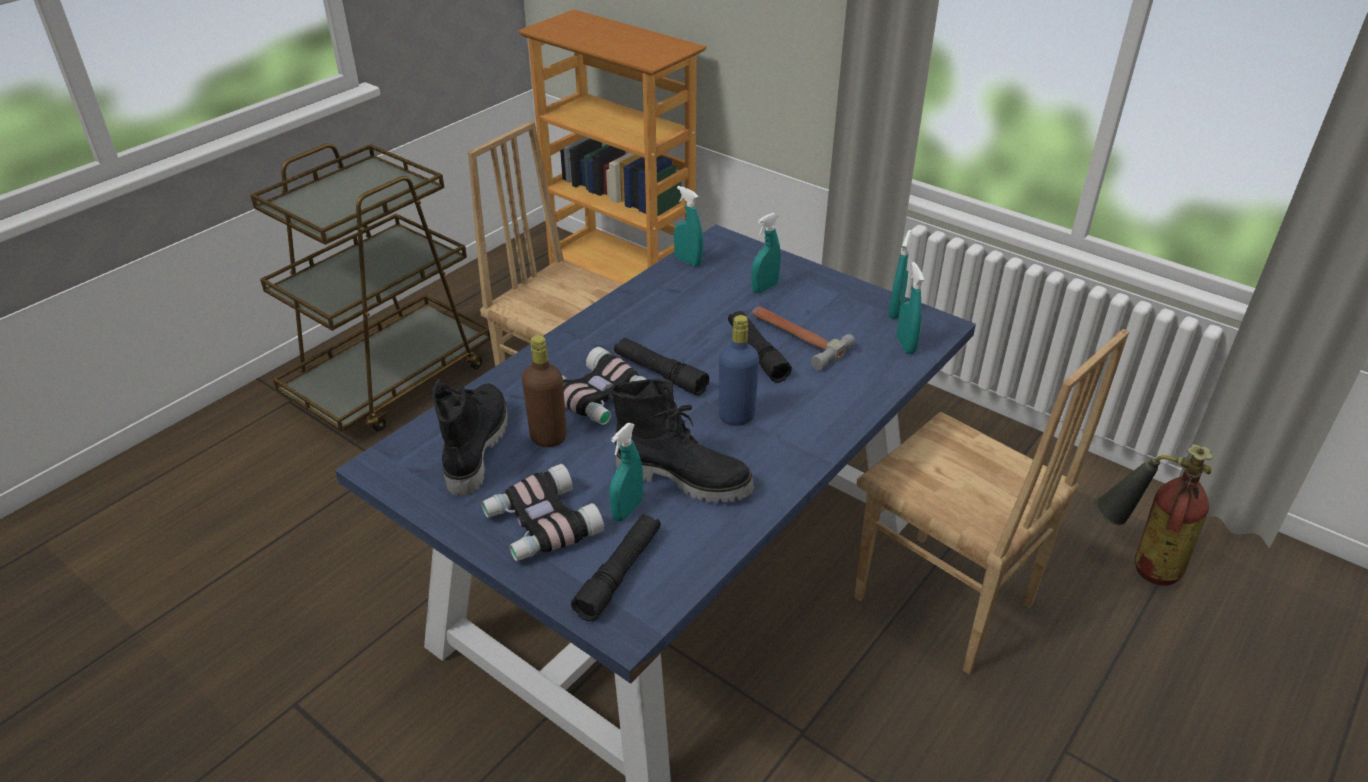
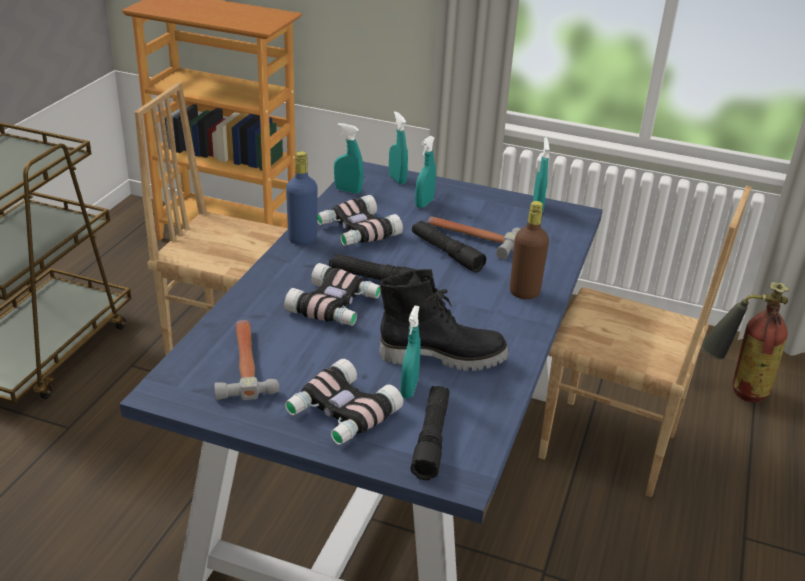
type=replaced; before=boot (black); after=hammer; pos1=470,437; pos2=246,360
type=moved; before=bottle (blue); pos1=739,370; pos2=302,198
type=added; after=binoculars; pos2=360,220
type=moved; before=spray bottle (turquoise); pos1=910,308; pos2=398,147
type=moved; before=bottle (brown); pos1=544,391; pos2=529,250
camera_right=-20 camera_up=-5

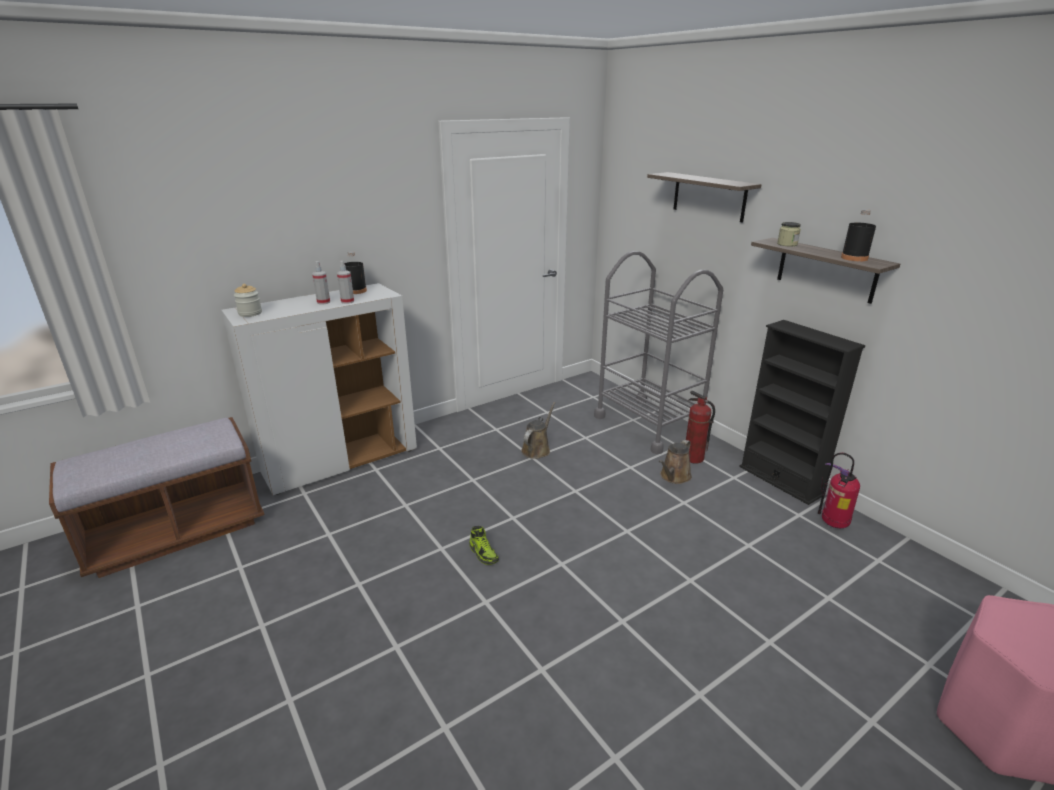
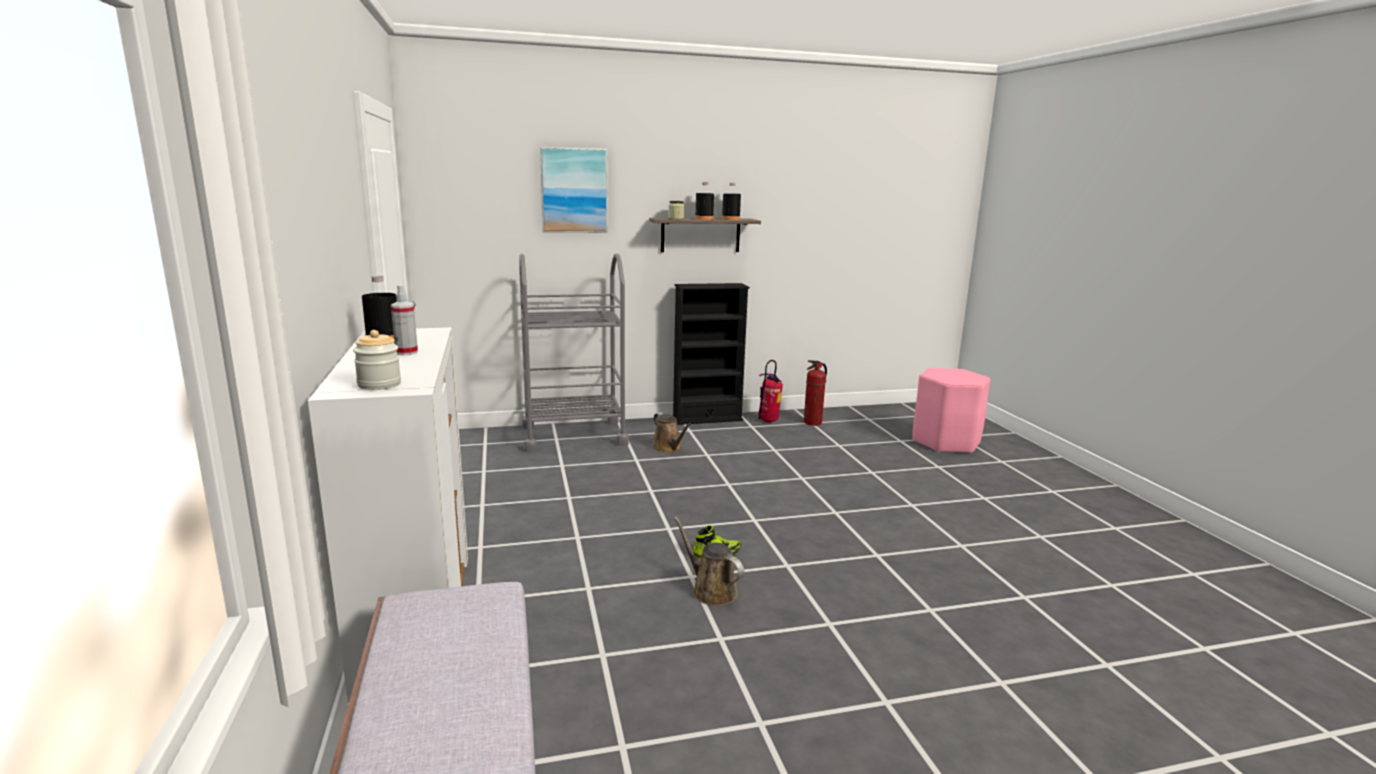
type=replaced; before=shelf; after=picture; pos1=704,197; pos2=574,190
type=moved; before=watering can (brown); pos1=538,430; pos2=709,561
type=added; after=bottle (black); pos2=704,201
type=moved; before=fire extinguisher; pos1=700,427; pos2=815,393
type=removed; before=spray bottle; pos1=345,282
camera_right=-70 camera_up=-10

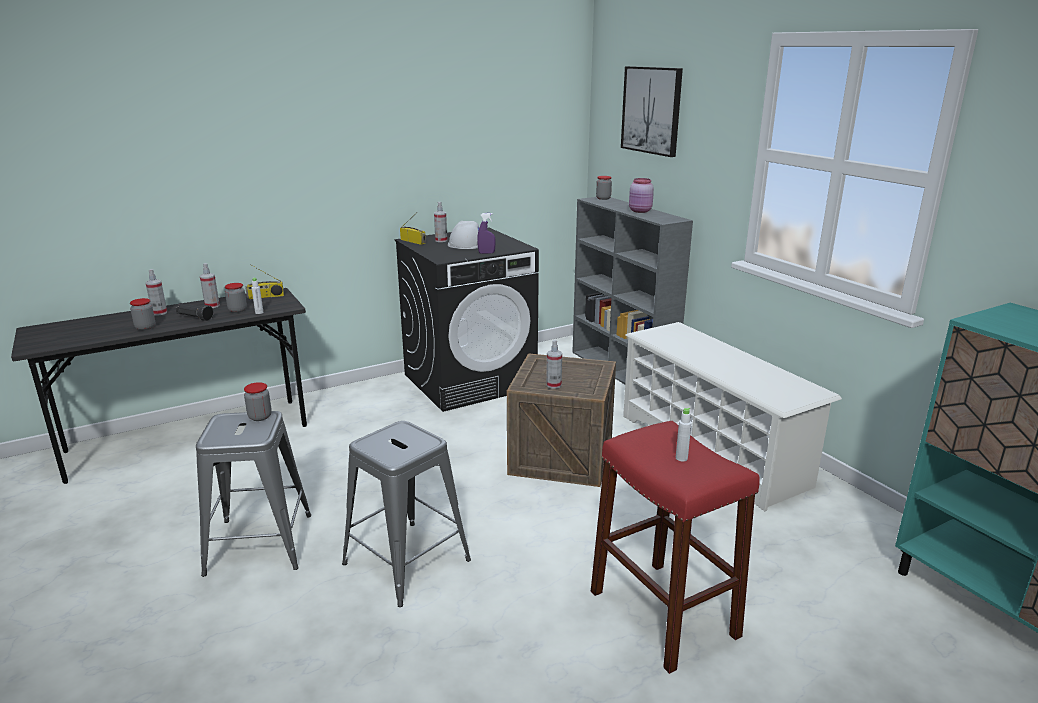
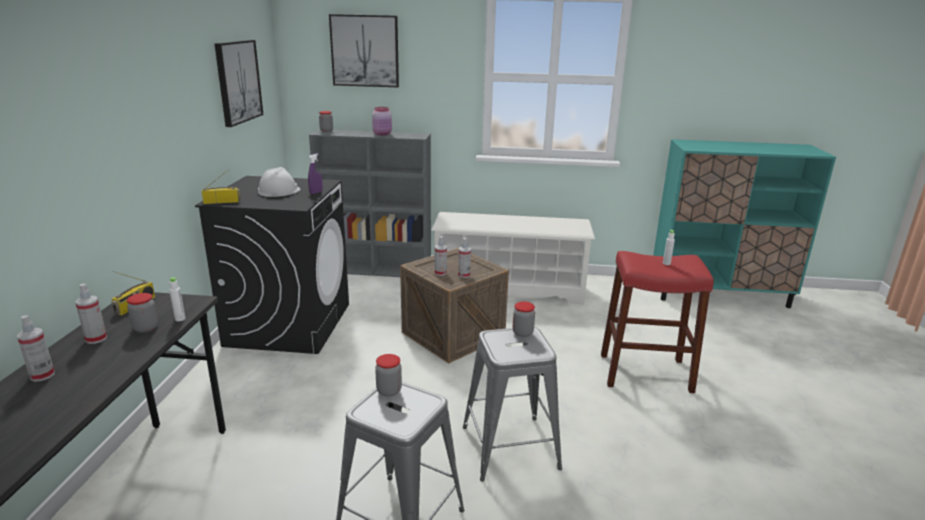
type=added; after=picture; pos2=238,83
type=moved; before=spray bottle; pos1=440,222; pos2=441,256
type=moved; before=jar; pos1=142,314; pos2=524,319
type=removed; before=flashlight (black); pos1=195,312
camera_right=-55 camera_up=0

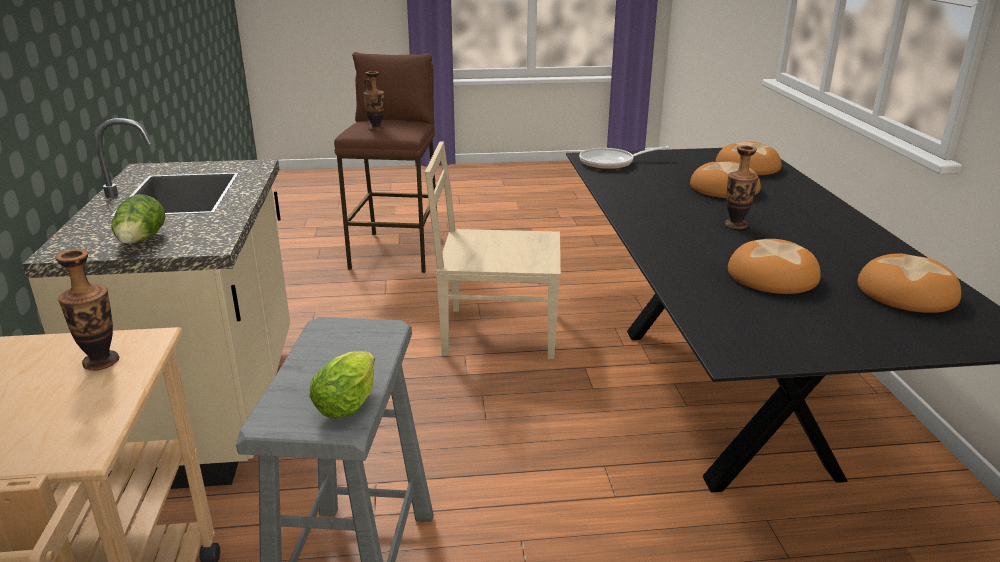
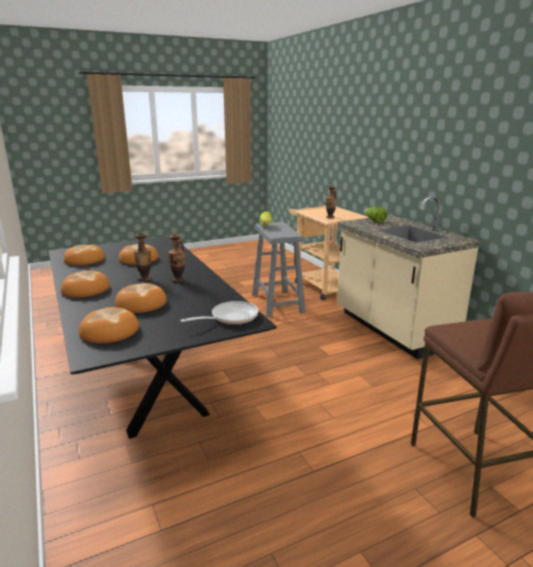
type=added; after=bread; pos2=85,283
type=moved; before=vase; pos1=373,101; pos2=176,258
type=removed; before=chair (beige); pos1=493,250
camera_right=160 camera_up=-5

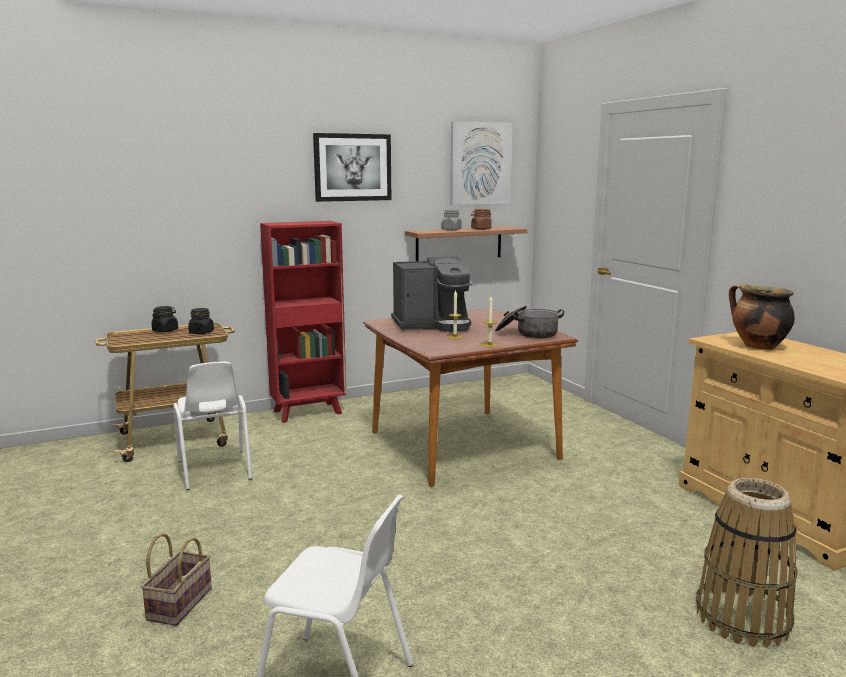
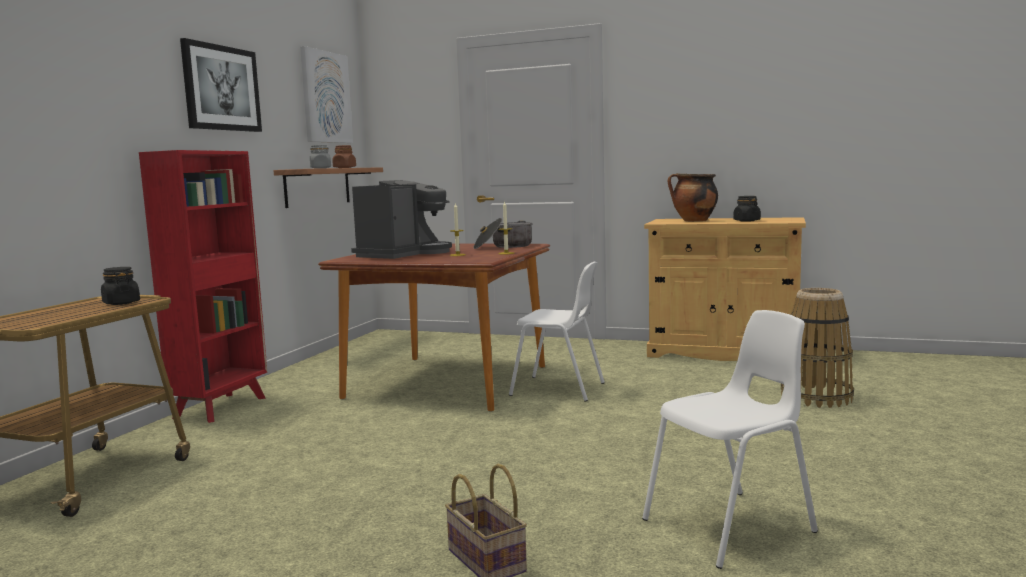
type=moved; before=chair (white); pos1=212,426; pos2=557,332
type=moved; before=jar (black); pos1=164,319; pos2=747,209
camera_right=-45 camera_up=-5

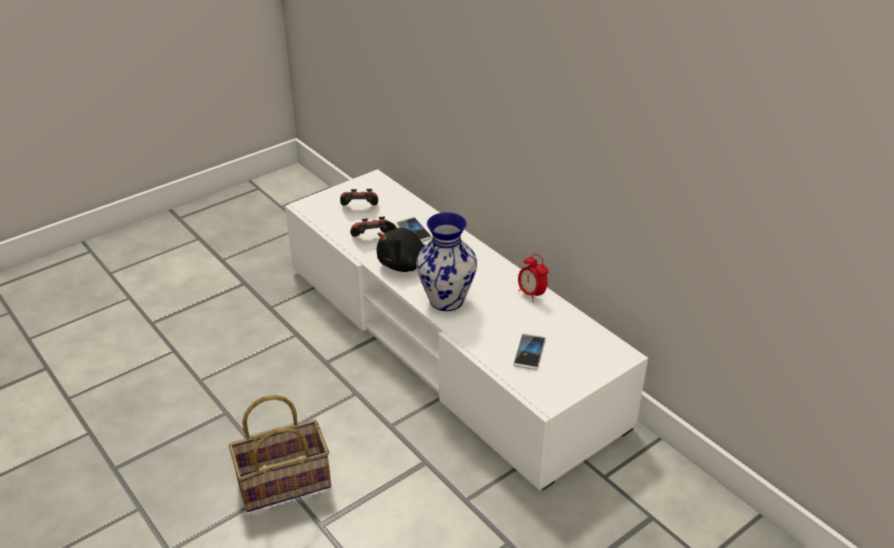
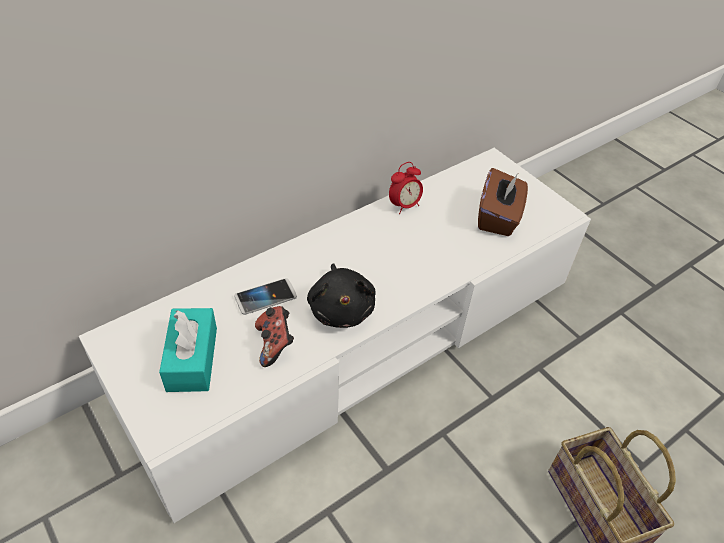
type=replaced; before=game controller; after=tissue box (turquoise); pos1=359,197; pos2=188,350
type=replaced; before=phone; after=tissue box (brown); pos1=529,351; pos2=503,202
type=removed; before=vase; pos1=446,261
camera_right=-90 camera_up=10

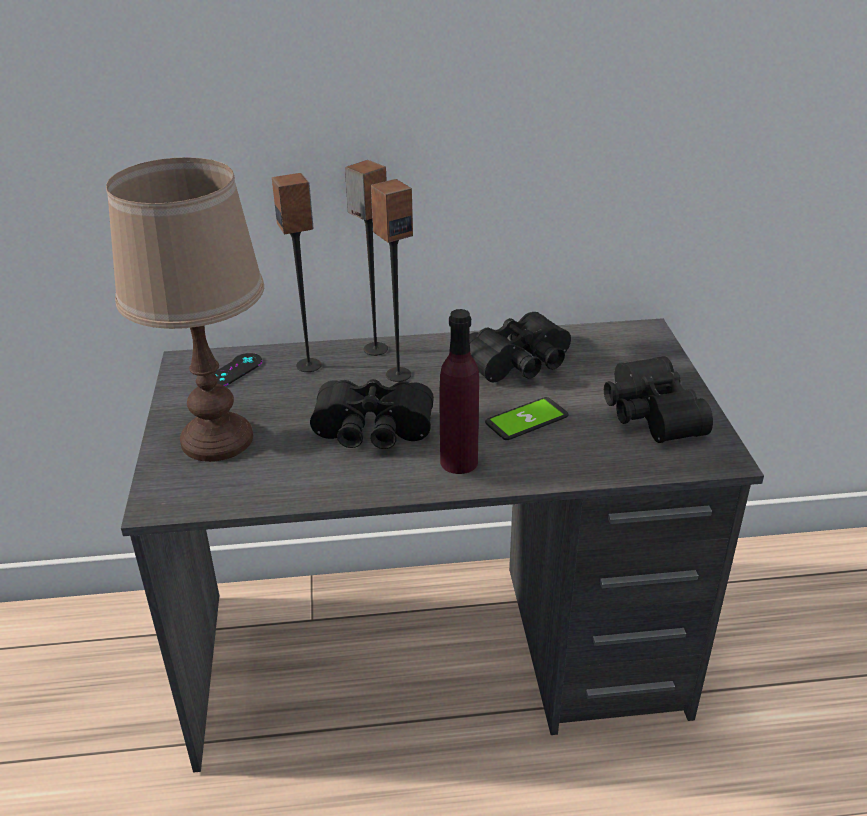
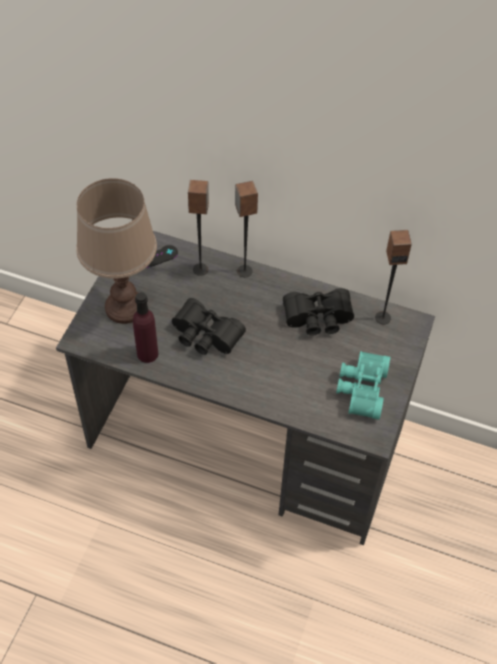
type=moved; before=bottle (purple); pos1=459,391; pos2=145,327
type=recoloured; before=binoculars (black); after=binoculars (turquoise); pos1=658,399; pos2=363,385
type=moved; before=speaker; pos1=392,280; pos2=393,277
type=removed; before=phone; pos1=526,418
camera_right=25 camera_up=20

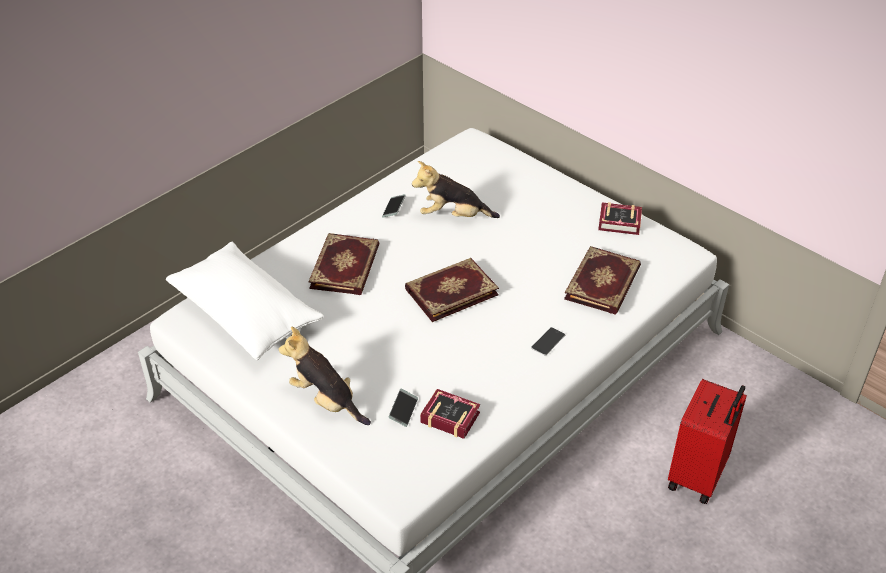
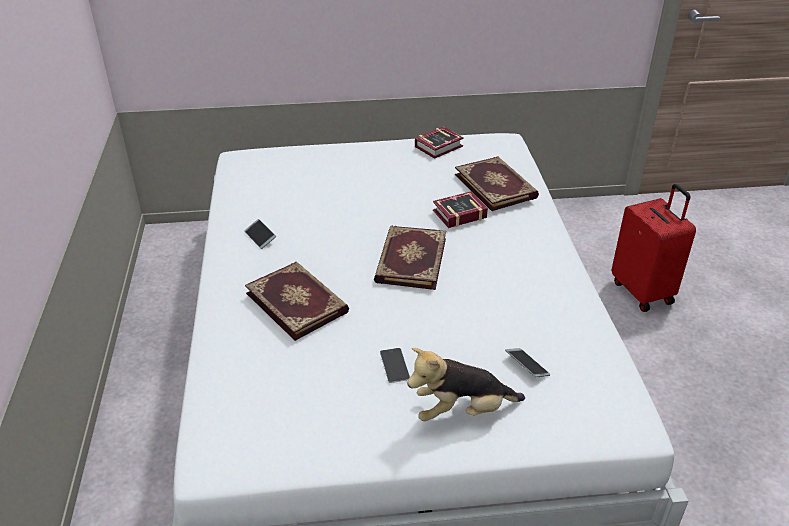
type=moved; before=phone; pos1=548,341; pos2=395,365
type=moved; before=book; pos1=450,414; pos2=460,210
type=removed; before=pillow (white); pos1=245,301
type=removed; before=plush toy; pos1=456,189
camera_right=-50 camera_up=-5

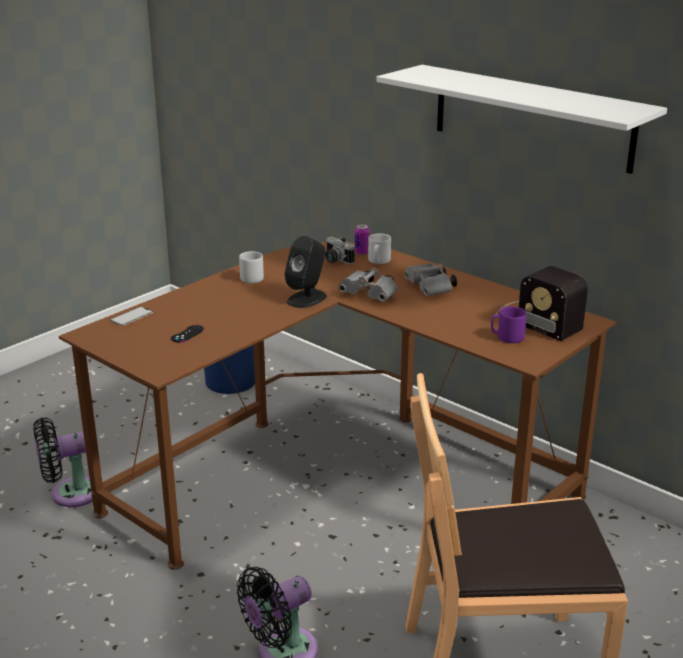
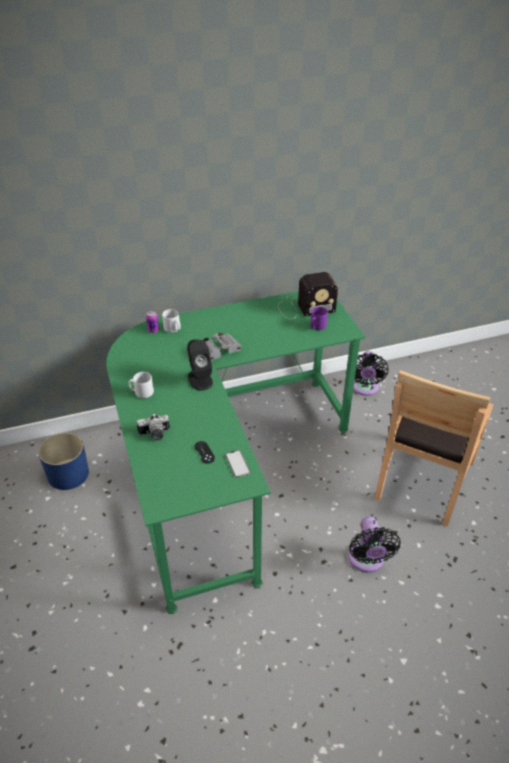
type=recoloured; before=desk (brown); after=desk (green); pos1=337,406; pos2=235,452
type=moved; before=photo camera; pos1=339,250; pos2=153,427
type=moved; before=phone; pos1=131,316; pos2=238,464
type=moved; before=fan (black); pos1=63,462; pos2=370,373
type=removed; before=shelf (white); pos1=522,119
type=removed; before=binoculars (grey); pos1=430,279
camera_right=-60 camera_up=15

